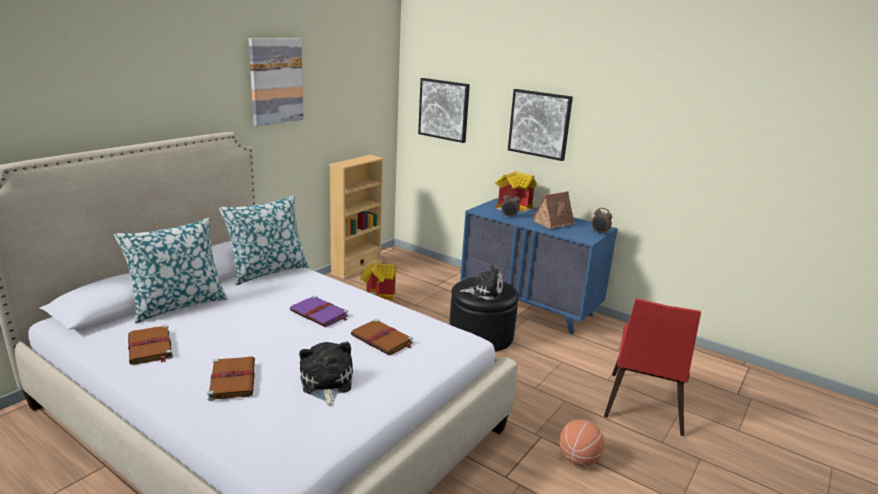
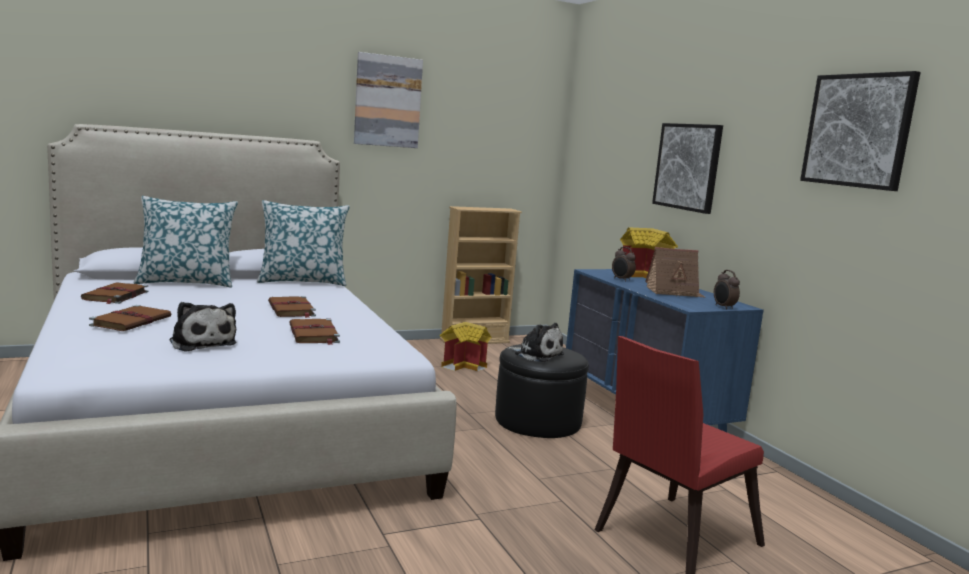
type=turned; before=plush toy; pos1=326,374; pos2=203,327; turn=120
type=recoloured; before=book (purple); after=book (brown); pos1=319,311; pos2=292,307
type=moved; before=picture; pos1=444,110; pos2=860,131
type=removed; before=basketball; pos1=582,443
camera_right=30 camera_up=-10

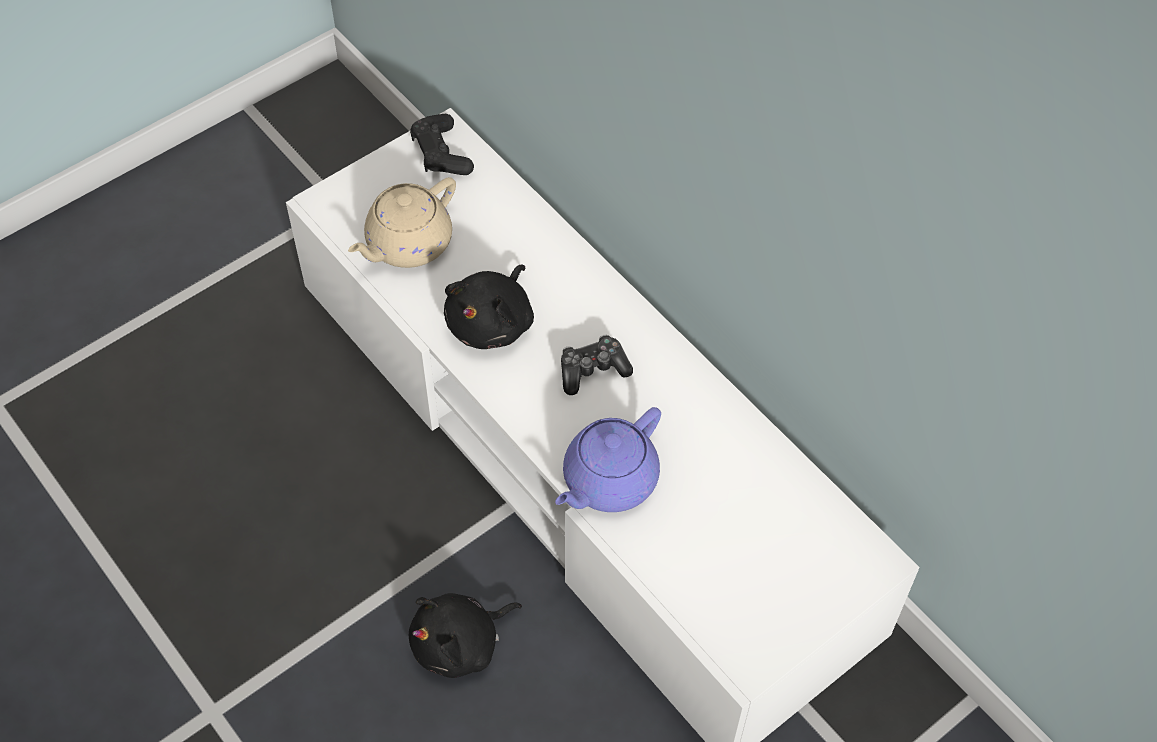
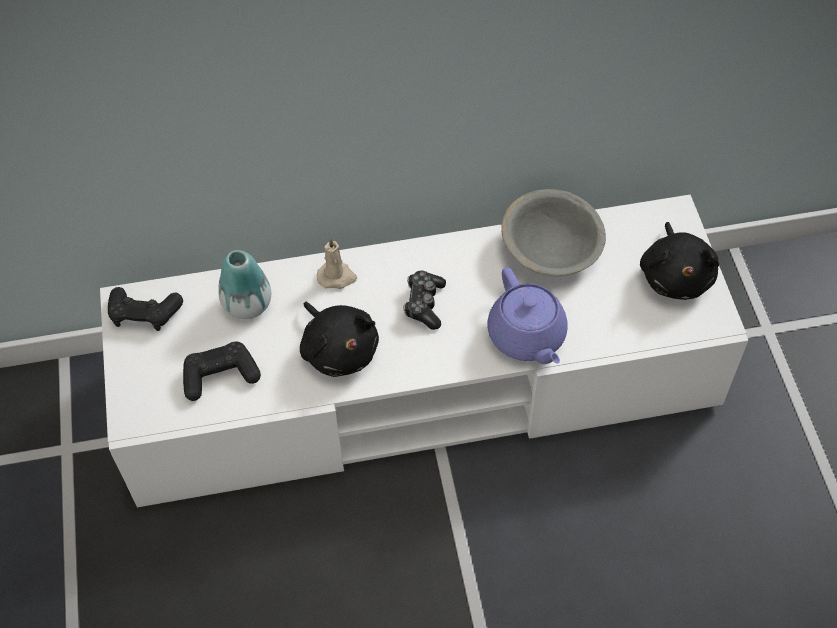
type=replaced; before=teapot (beige); after=game controller (black); pos1=402,222; pos2=222,371
type=added; after=vase; pos2=244,284
type=added; after=candle (beige); pos2=337,263
type=added; after=bowl (grey); pos2=553,232
type=moved; before=plush toy (black); pos1=465,635; pos2=679,261
camera_right=-60 camera_up=0

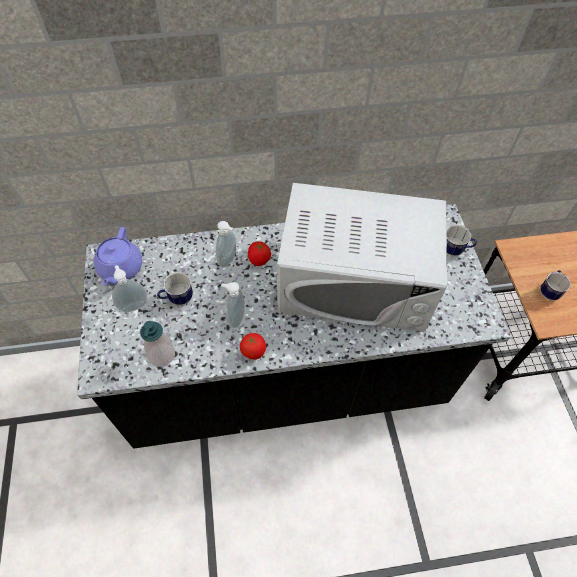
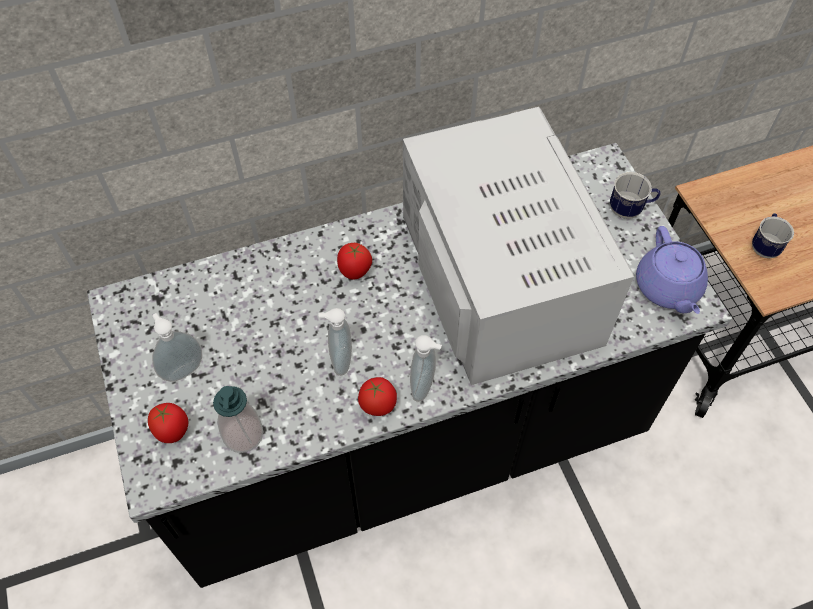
type=added; after=tomato; pos2=168,423
type=turned; before=microwave (white); pos1=362,257; pos2=518,246; turn=-105
type=moved; before=soap dispenser; pos1=226,244; pos2=426,368
type=moved; before=teapot (purple); pos1=118,256; pos2=672,270
type=removed; before=mug; pos1=175,289
camera_right=-10 camera_up=0

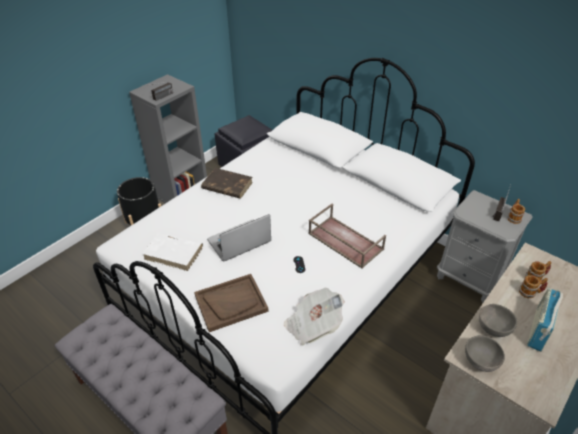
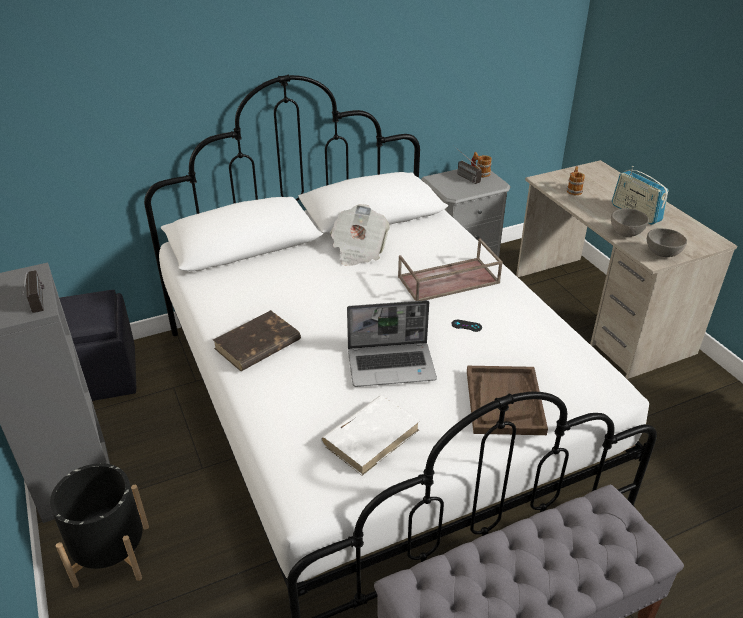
type=moved; before=newspaper; pos1=314,317; pos2=360,235
type=turned; before=laptop; pos1=239,237; pos2=392,343; turn=-90
type=removed; before=mug; pos1=533,286
camera_right=-65 camera_up=-5

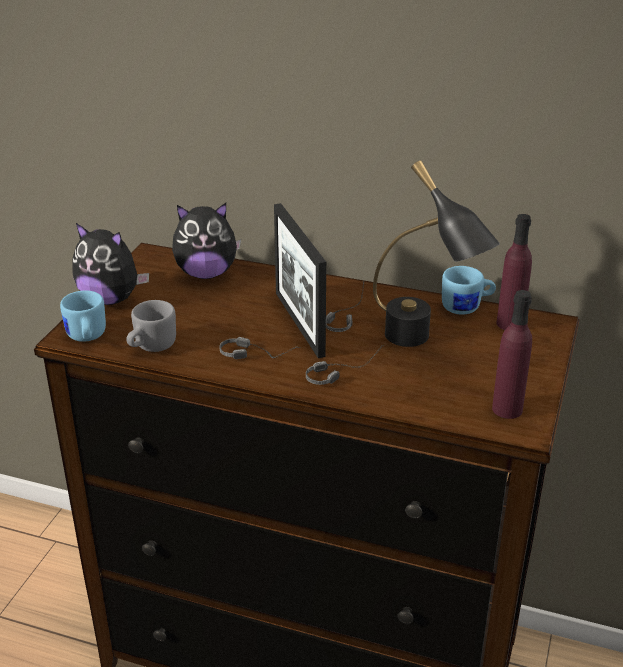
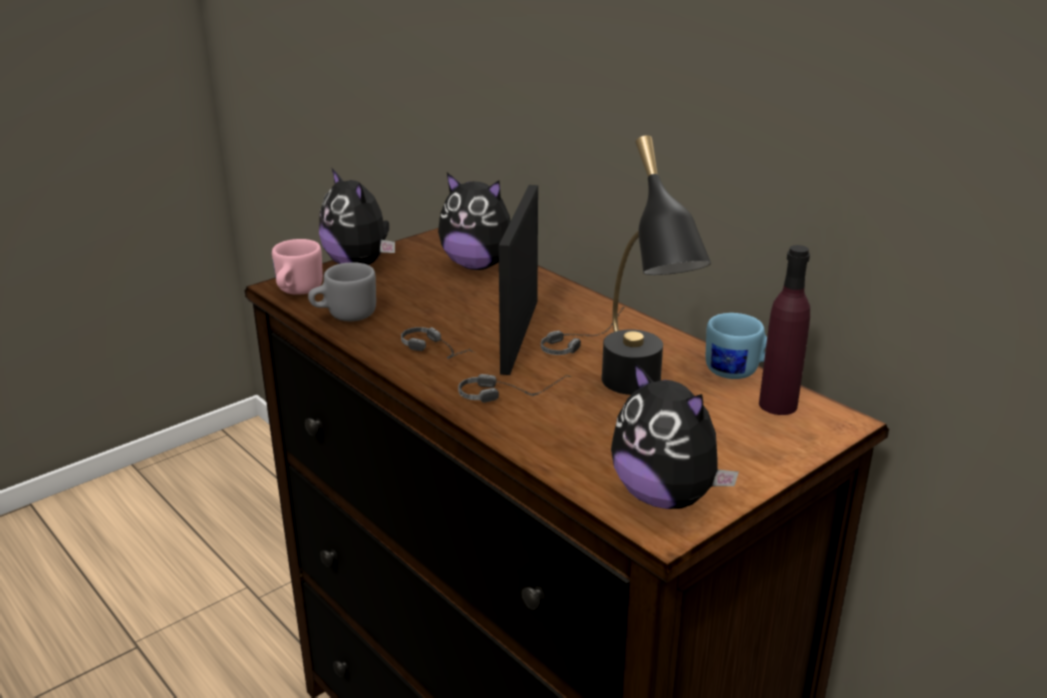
type=recoloured; before=mug (blue); after=mug (pink); pos1=83,316; pos2=297,267
type=replaced; before=bottle (purple); after=plush toy; pos1=512,354; pos2=675,435
camera_right=30 camera_up=-5

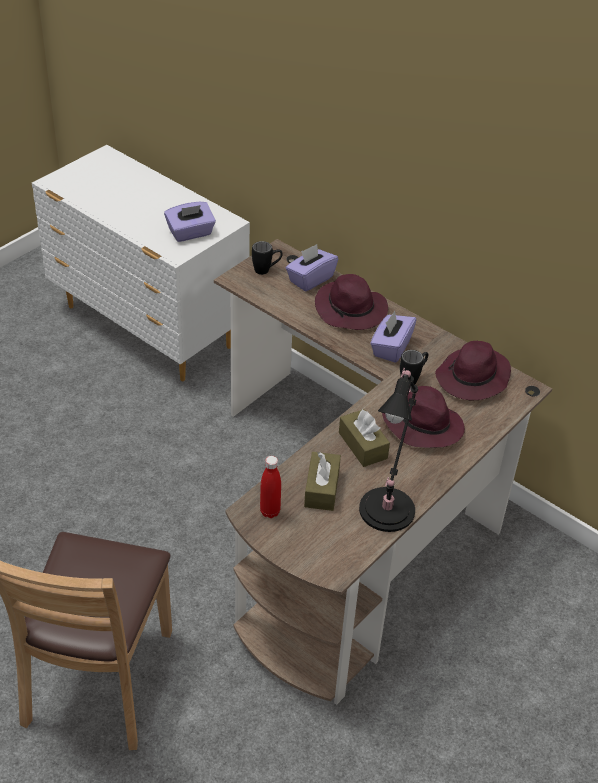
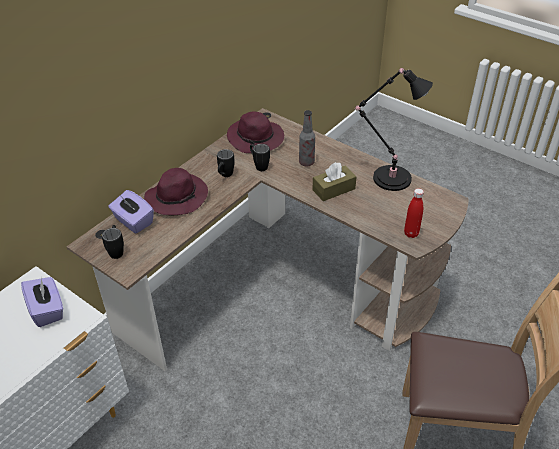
type=replaced; before=tissue box (purple); after=mug (black); pos1=393,337; pos2=226,163
type=replaced; before=hat (purple); after=bottle; pos1=423,417; pos2=307,138
type=removed; before=tissue box (brown); pos1=322,481
camera_right=-90 camera_up=0

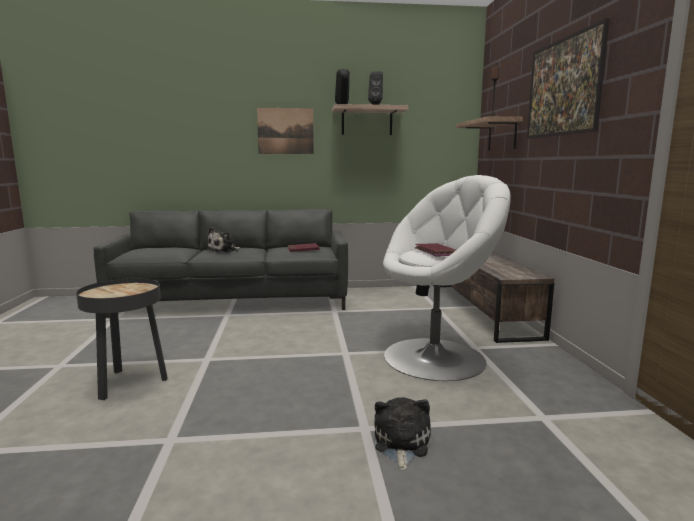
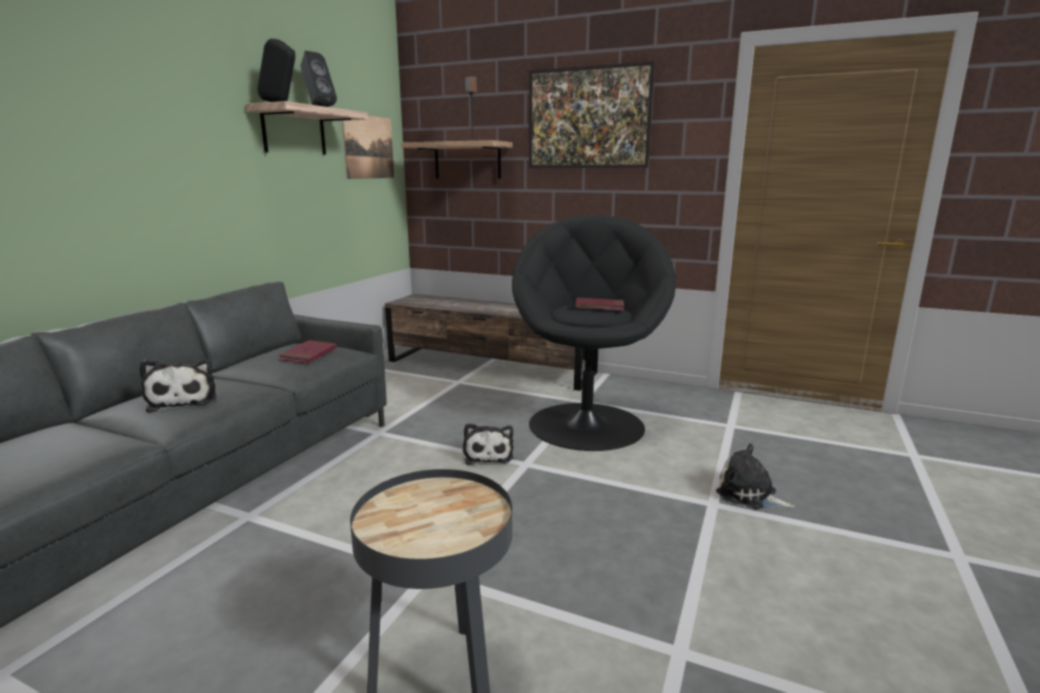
type=moved; before=picture; pos1=285,131; pos2=368,147
type=added; after=plush toy; pos2=488,444
type=recoloured; before=armchair (white); after=armchair (black); pos1=447,278; pos2=594,333
camera_right=-60 camera_up=5

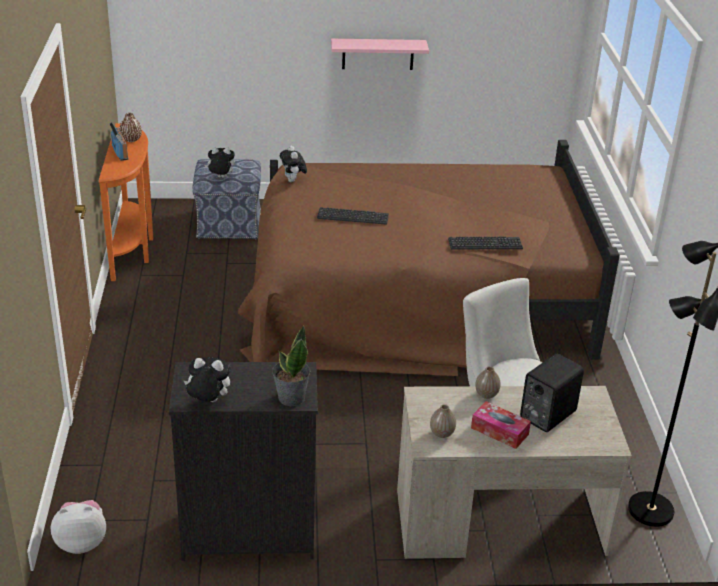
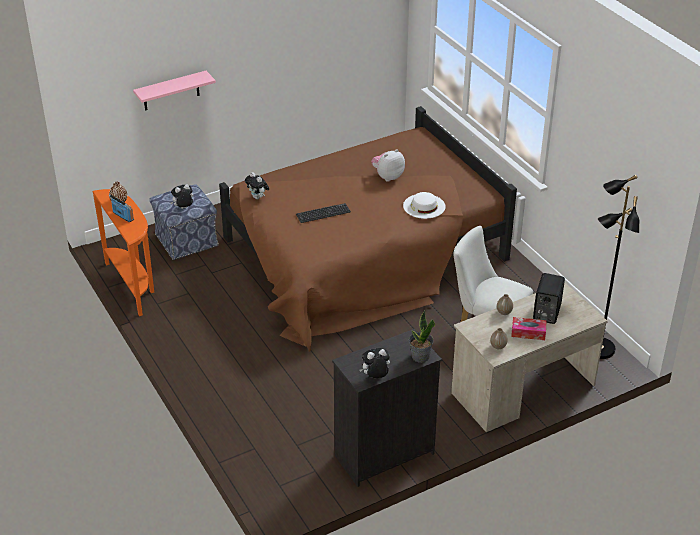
type=moved; before=shelf (pink); pos1=380,54; pos2=174,91
type=moved; before=plush toy; pos1=78,527; pos2=388,165
type=replaced; before=keyboard; after=hat (white); pos1=485,243; pos2=424,205
camera_right=-25 camera_up=5

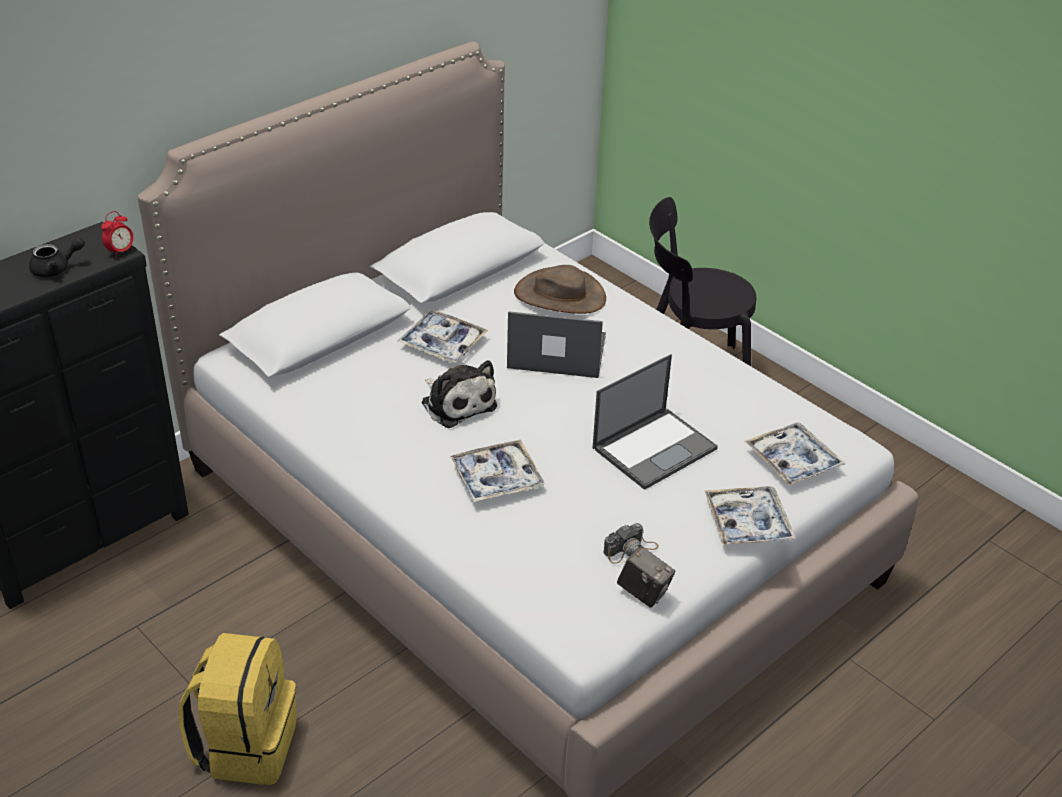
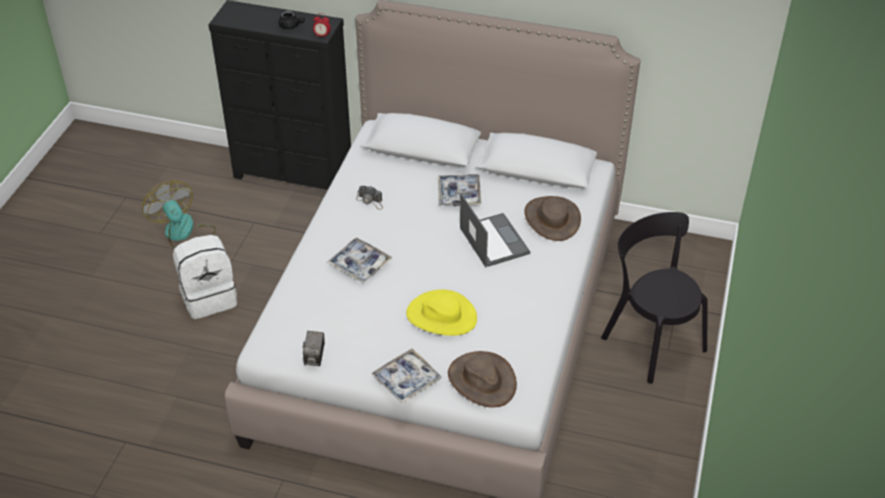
type=added; after=fan; pos2=179,214
type=recoloured; before=backpack (yellow); after=backpack (white); pos1=238,709; pos2=205,277
type=moved; before=photo camera; pos1=631,543; pos2=369,198
type=replaced; before=laptop; after=hat (yellow); pos1=655,422; pos2=441,313
type=replaced; before=tray; after=hat (brown); pos1=795,454; pos2=482,379
type=removed; before=plush toy; pos1=459,394
camera_right=60 camera_up=5

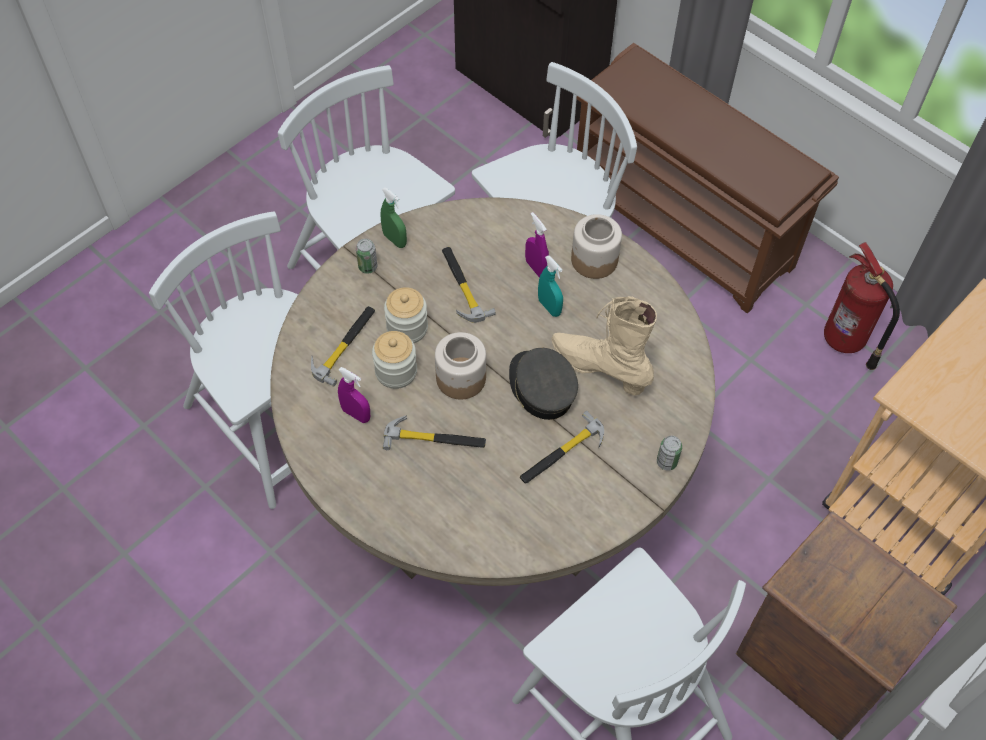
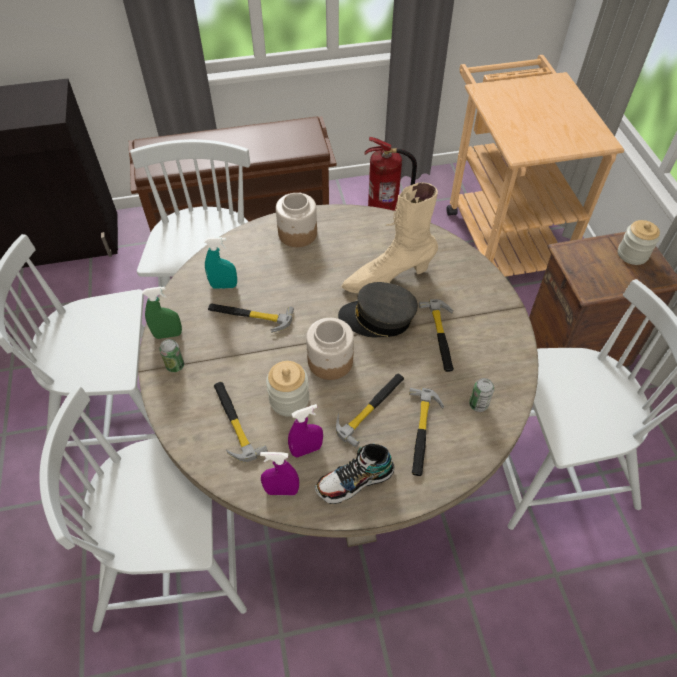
type=moved; before=spray bottle (turquoise); pos1=550,286; pos2=220,263
type=moved; before=spray bottle (purple); pos1=537,244; pos2=279,473
type=added; after=shoe; pos2=354,474
type=added; after=hammer; pos2=426,432
type=moved; before=can; pos1=669,453; pos2=481,395
type=moved; before=jar; pos1=406,315; pos2=639,242
camera_right=-55 camera_up=-5

